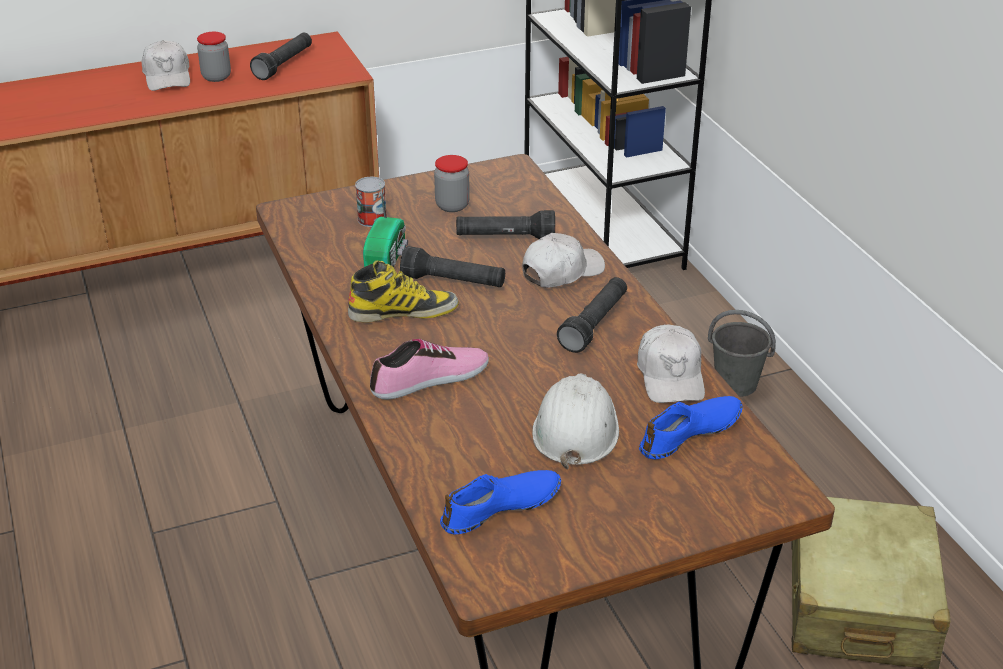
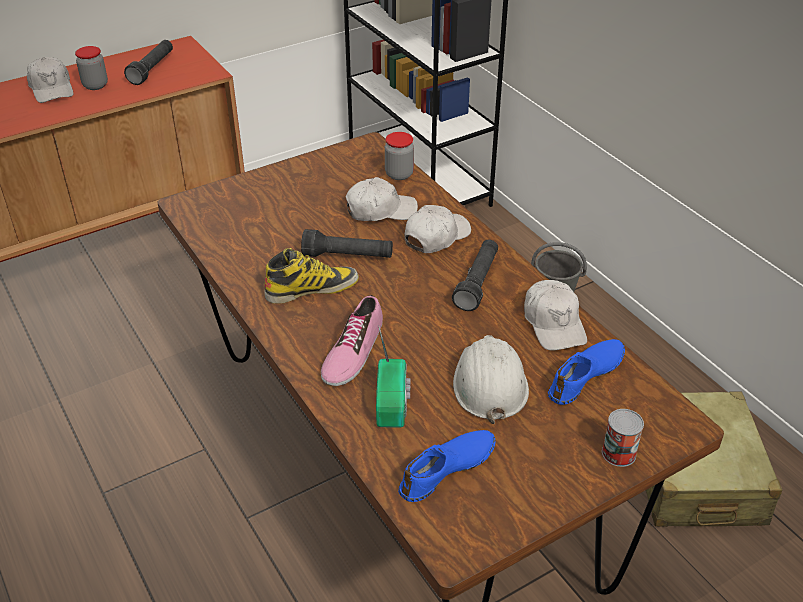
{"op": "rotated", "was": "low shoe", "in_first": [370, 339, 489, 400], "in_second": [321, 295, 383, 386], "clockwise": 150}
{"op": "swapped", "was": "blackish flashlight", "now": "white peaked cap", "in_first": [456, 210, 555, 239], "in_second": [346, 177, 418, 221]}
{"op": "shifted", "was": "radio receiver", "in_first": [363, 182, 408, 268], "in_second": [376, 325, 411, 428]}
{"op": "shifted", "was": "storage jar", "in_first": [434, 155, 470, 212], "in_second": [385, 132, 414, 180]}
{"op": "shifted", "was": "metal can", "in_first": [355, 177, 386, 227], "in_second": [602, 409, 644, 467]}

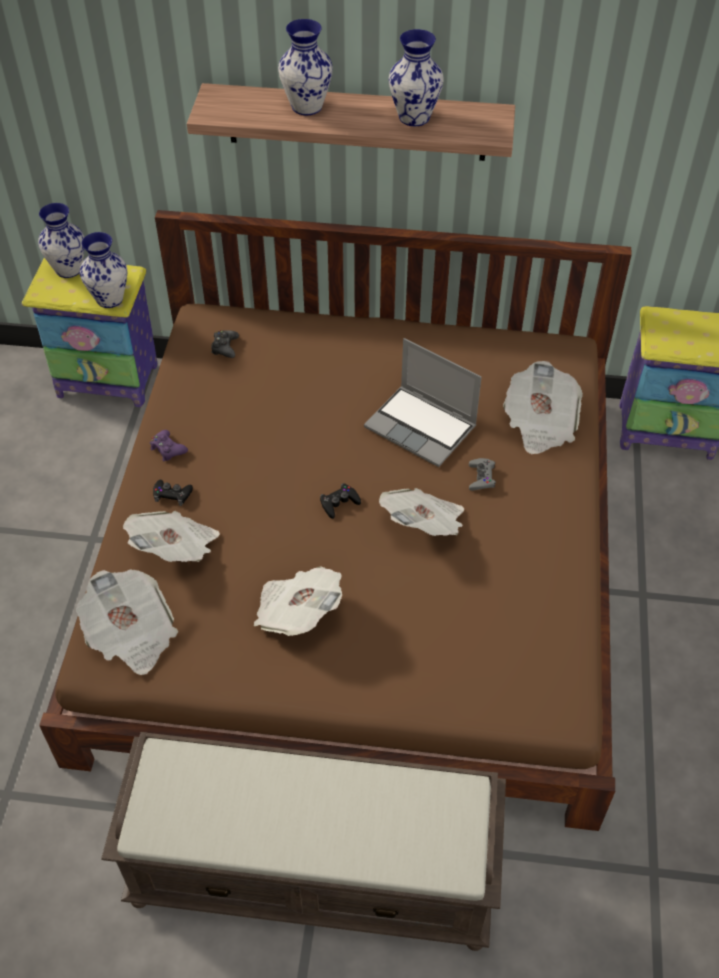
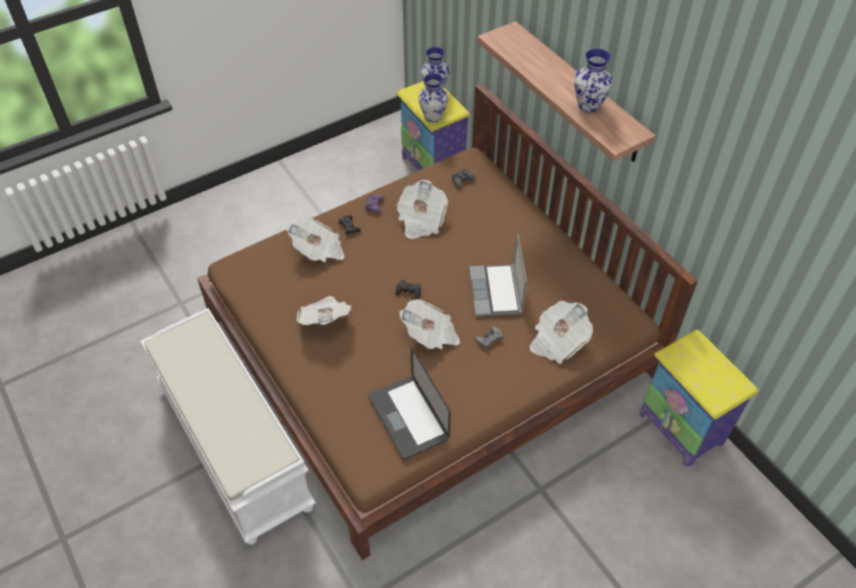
{"op": "repainted", "was": "brown-coloured long seat", "now": "white long seat", "in_first": [101, 732, 506, 951], "in_second": [140, 308, 316, 545]}
{"op": "new", "now": "notebook computer", "in_second": [369, 348, 451, 460]}
{"op": "shifted", "was": "printed paper", "in_first": [76, 569, 178, 675], "in_second": [396, 180, 448, 239]}
{"op": "gone", "was": "decorative vase", "in_first": [278, 19, 333, 115]}

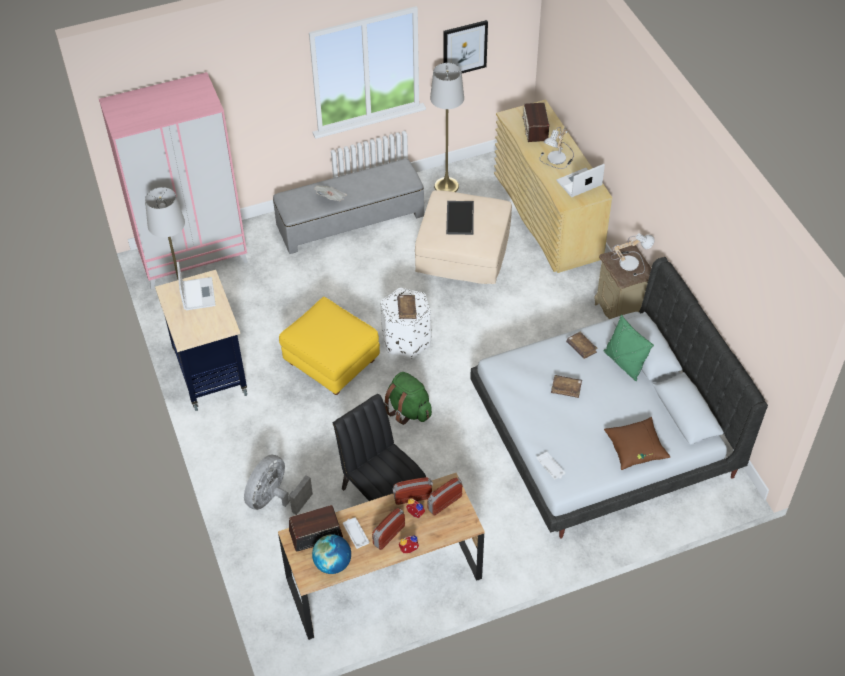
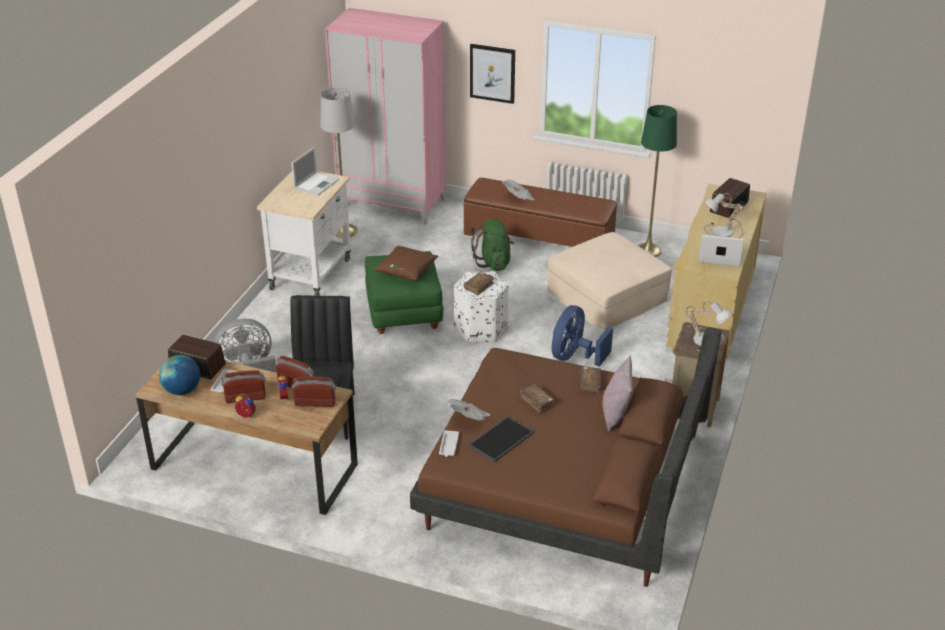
{"op": "repainted", "was": "bluish trolley", "now": "white trolley", "in_first": [155, 270, 247, 411], "in_second": [257, 171, 351, 296]}
{"op": "repainted", "was": "yellow-coloured ottoman", "now": "green ottoman", "in_first": [279, 297, 380, 395], "in_second": [365, 251, 443, 334]}
{"op": "shifted", "was": "brown-coloured throw pillow", "in_first": [604, 417, 670, 470], "in_second": [373, 246, 438, 280]}
{"op": "repainted", "was": "grey sleeping bed", "now": "brown-coloured sleeping bed", "in_first": [471, 257, 768, 538], "in_second": [410, 328, 721, 587]}
{"op": "new", "now": "printed paper", "in_second": [448, 399, 490, 421]}
{"op": "repainted", "was": "grey long seat", "now": "brown-coloured long seat", "in_first": [273, 159, 424, 254], "in_second": [464, 178, 617, 247]}
{"op": "shifted", "was": "tray", "in_first": [446, 201, 474, 235], "in_second": [468, 416, 534, 462]}
{"op": "shifted", "was": "wall picture", "in_first": [443, 20, 488, 73], "in_second": [470, 44, 515, 104]}
{"op": "shifted", "was": "green knapsack", "in_first": [384, 372, 432, 425], "in_second": [471, 219, 514, 271]}
{"op": "new", "now": "bluish fan", "in_second": [552, 305, 613, 367]}
{"op": "repainted", "was": "green throw pillow", "now": "purple throw pillow", "in_first": [603, 315, 654, 381], "in_second": [603, 356, 633, 431]}
{"op": "repainted", "was": "grey standing lamp", "now": "green standing lamp", "in_first": [430, 63, 464, 192], "in_second": [638, 105, 677, 257]}

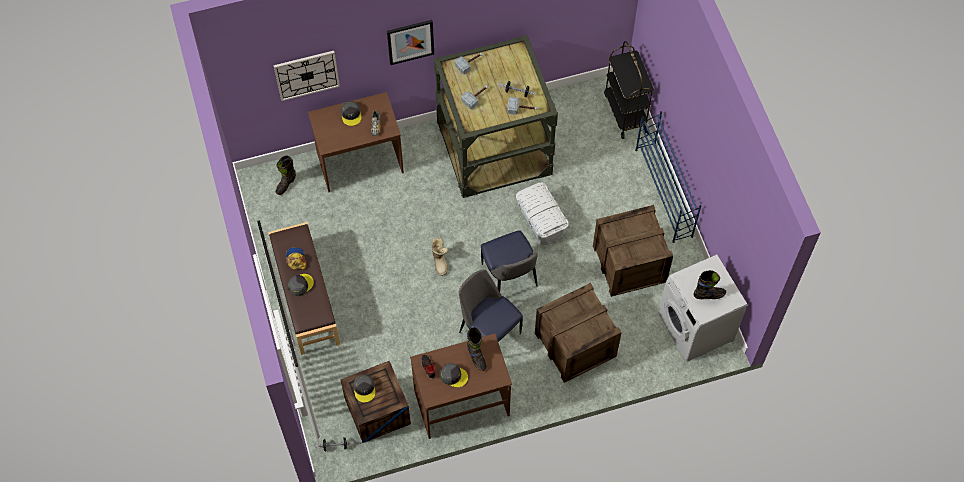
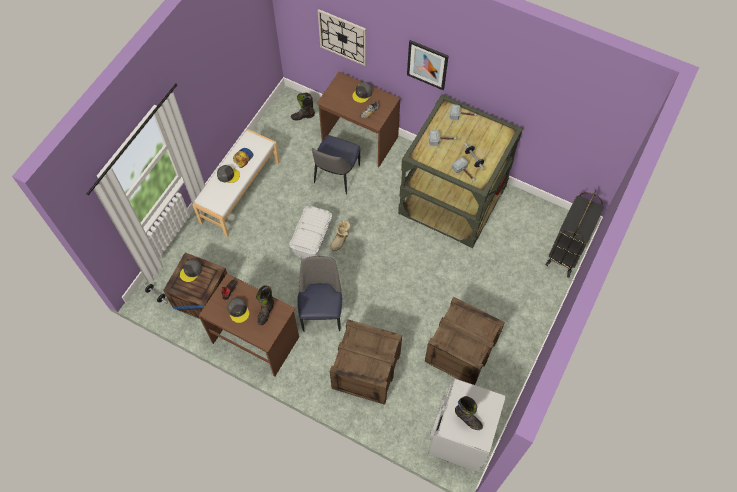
{"op": "repainted", "was": "brown-coloured long seat", "now": "white long seat", "in_first": [268, 222, 340, 355], "in_second": [192, 129, 280, 237]}
{"op": "shifted", "was": "white storage container", "in_first": [516, 182, 568, 245], "in_second": [289, 206, 332, 259]}
{"op": "shifted", "was": "chair", "in_first": [481, 230, 538, 292], "in_second": [312, 135, 360, 195]}
{"op": "gone", "was": "bluish shoe rack", "in_first": [635, 111, 701, 243]}

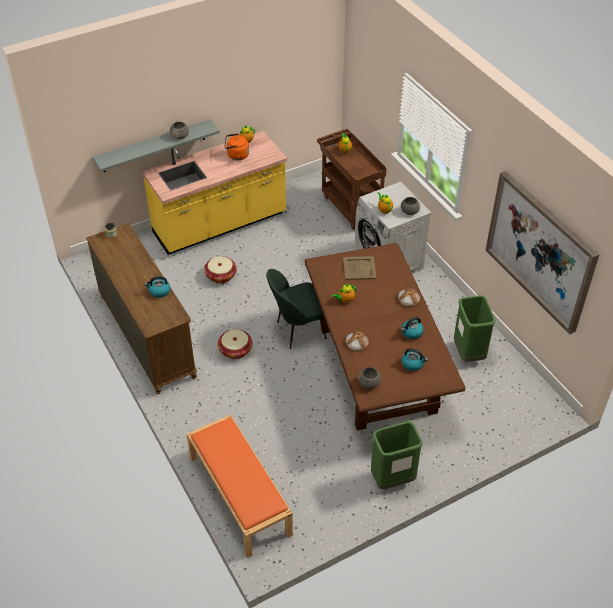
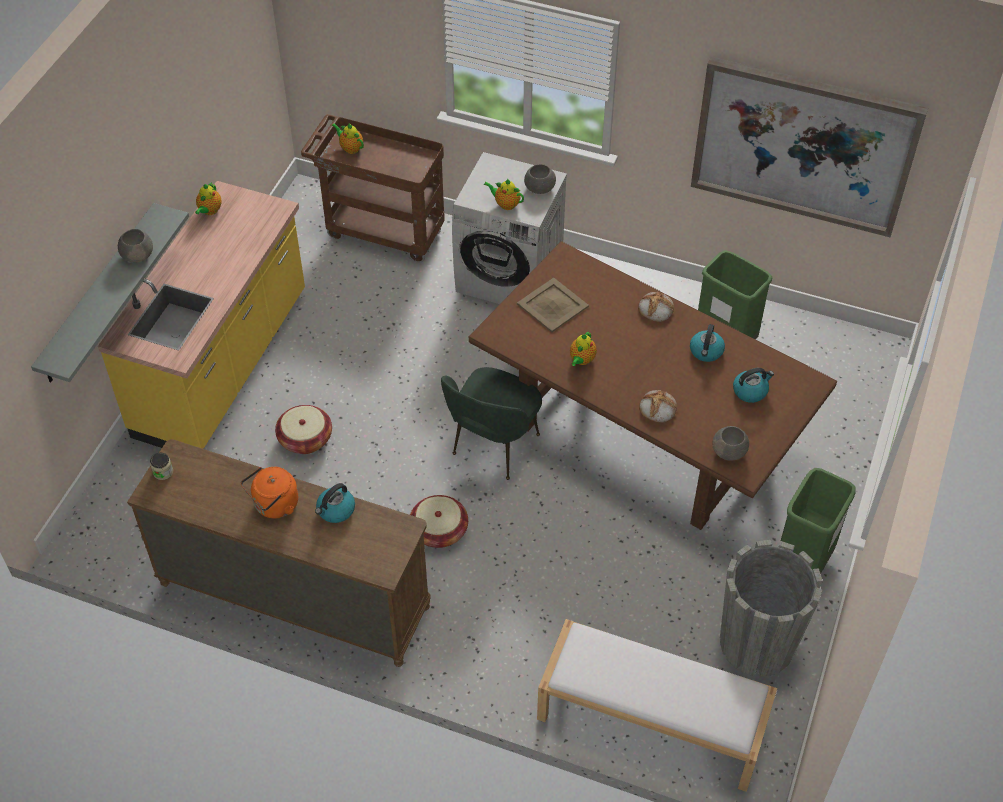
{"op": "shifted", "was": "orange-coloured kettle", "in_first": [225, 133, 249, 160], "in_second": [241, 467, 298, 519]}
{"op": "repainted", "was": "orange-coloured long seat", "now": "white long seat", "in_first": [187, 414, 293, 558], "in_second": [537, 619, 777, 792]}
{"op": "new", "now": "grey planter", "in_second": [720, 540, 823, 677]}

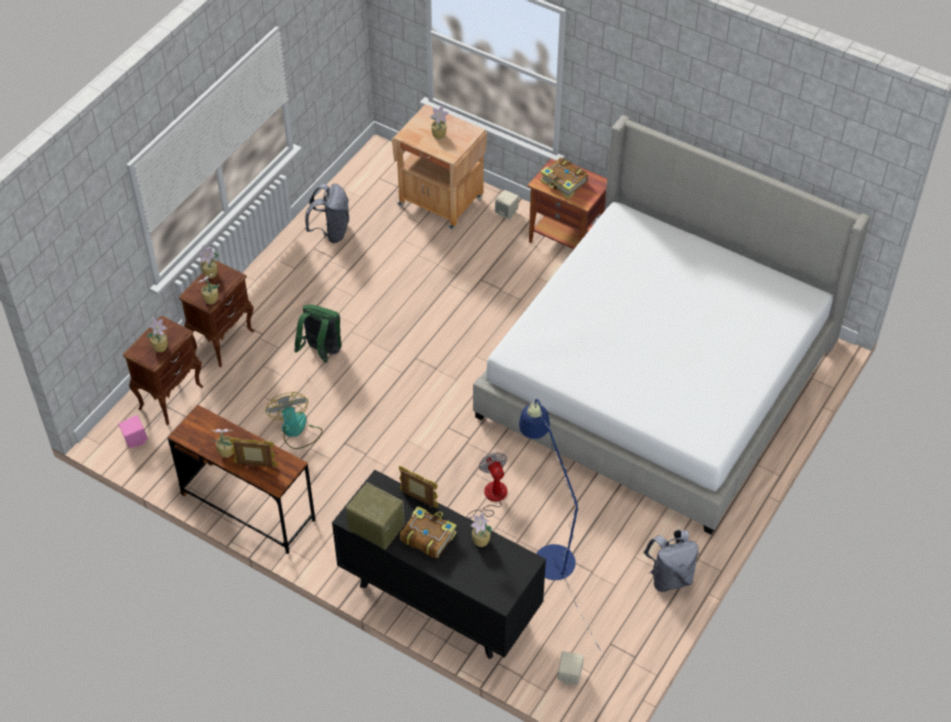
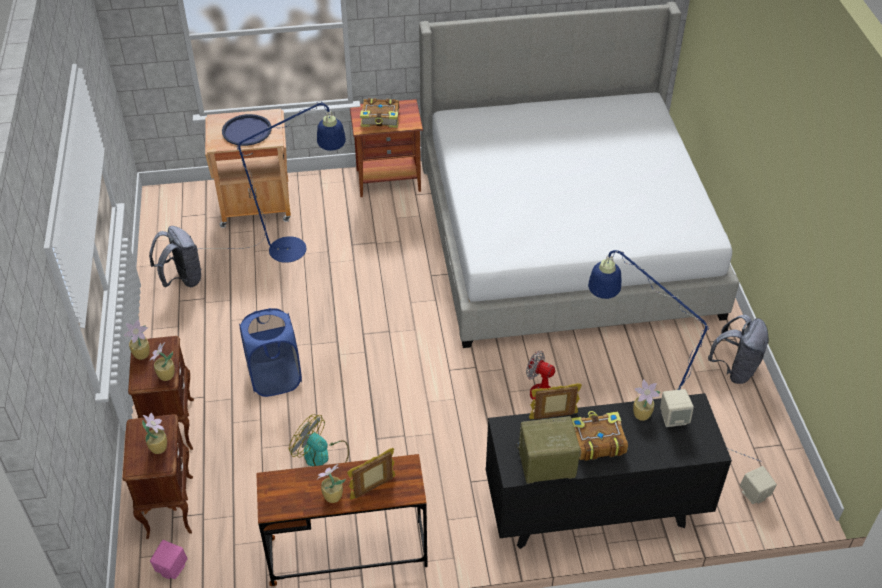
{"op": "new", "now": "bluish standing lamp", "in_second": [197, 101, 346, 263]}
{"op": "swapped", "was": "houseplant", "now": "bluish tray", "in_first": [430, 106, 449, 139], "in_second": [222, 114, 272, 146]}
{"op": "swapped", "was": "green knapsack", "now": "bluish washing basket", "in_first": [294, 305, 342, 363], "in_second": [239, 308, 302, 397]}
{"op": "shifted", "was": "beige loudspeaker", "in_first": [495, 190, 519, 220], "in_second": [660, 389, 694, 427]}

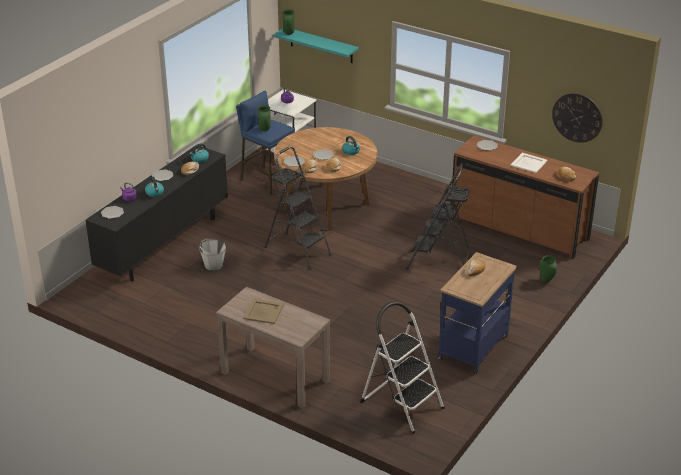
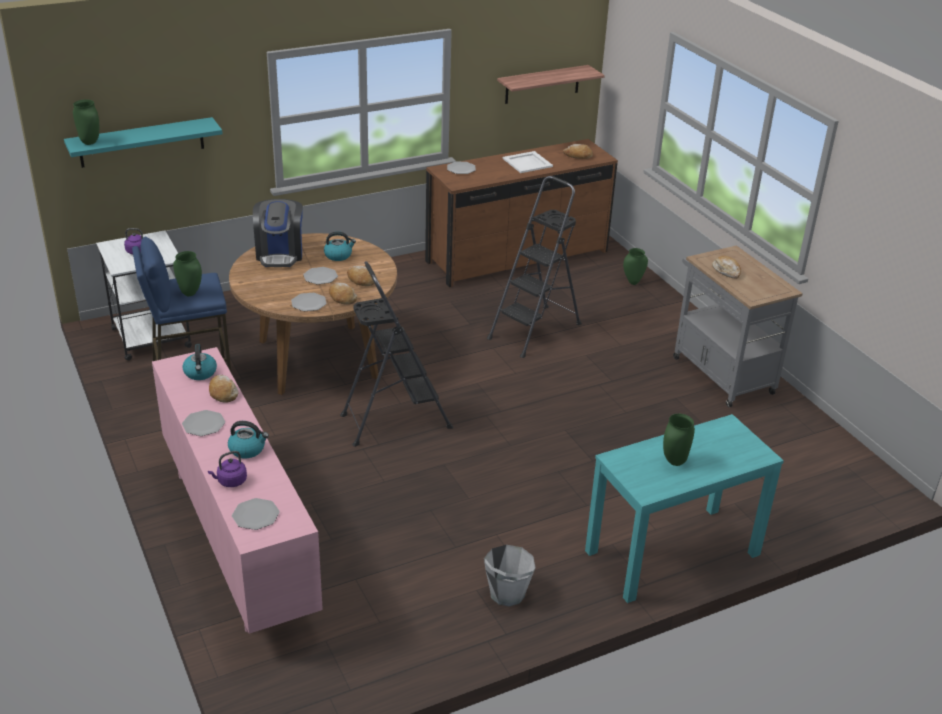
{"op": "repainted", "was": "blackish cupboard", "now": "pinkish cupboard", "in_first": [86, 146, 228, 282], "in_second": [152, 347, 323, 634]}
{"op": "new", "now": "coffee machine", "in_second": [253, 199, 303, 267]}
{"op": "shifted", "was": "grey pail", "in_first": [199, 239, 226, 271], "in_second": [484, 545, 536, 607]}
{"op": "swapped", "was": "hanging clock", "now": "wall shelf", "in_first": [552, 93, 602, 143], "in_second": [497, 65, 605, 104]}
{"op": "repainted", "was": "brown-coloured hall table", "now": "blue-green hall table", "in_first": [216, 287, 330, 409], "in_second": [585, 414, 784, 603]}
{"op": "swapped", "was": "beige tray", "now": "green decorative vase", "in_first": [243, 299, 284, 324], "in_second": [663, 414, 695, 466]}
{"op": "repainted", "was": "bluish trolley", "now": "grey trolley", "in_first": [438, 252, 517, 374], "in_second": [673, 245, 803, 407]}
{"op": "gone", "was": "step stool", "in_first": [360, 302, 445, 434]}

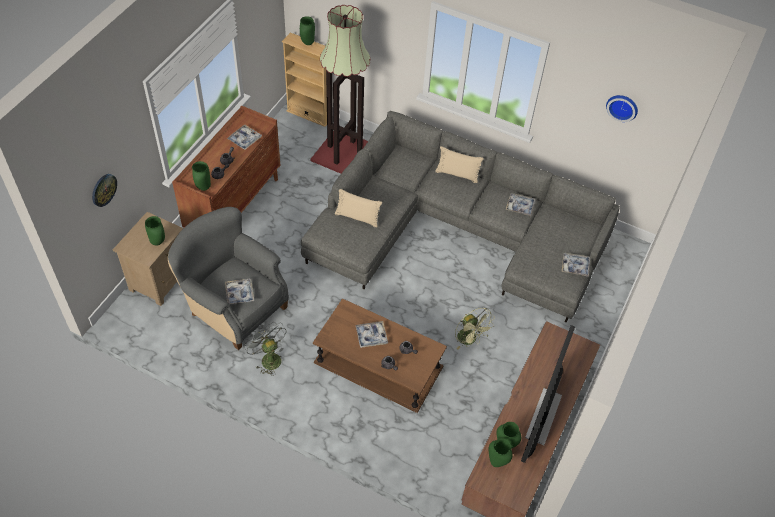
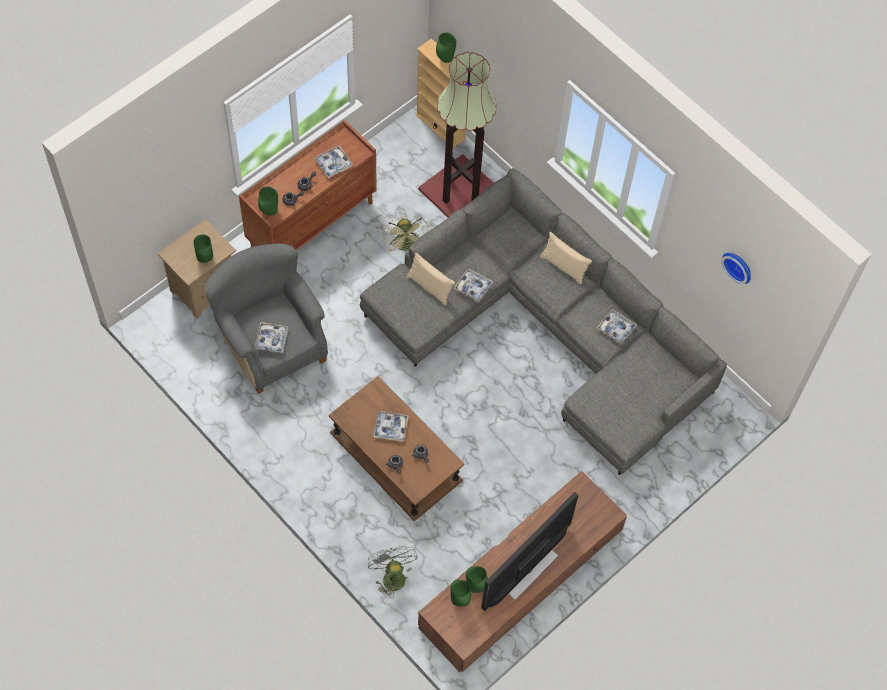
{"op": "shifted", "was": "grey fan", "in_first": [244, 322, 287, 376], "in_second": [368, 546, 418, 598]}
{"op": "shifted", "was": "green fan", "in_first": [455, 308, 495, 350], "in_second": [383, 216, 428, 252]}
{"op": "shifted", "was": "tray", "in_first": [562, 253, 590, 277], "in_second": [454, 269, 493, 302]}
{"op": "gone", "was": "hanging clock", "in_first": [92, 174, 117, 207]}

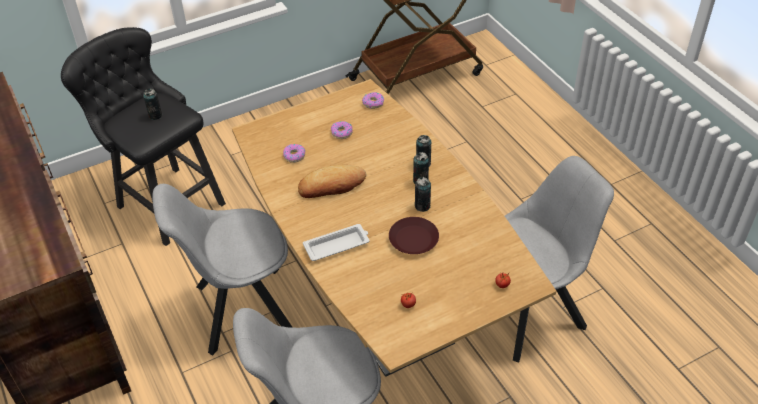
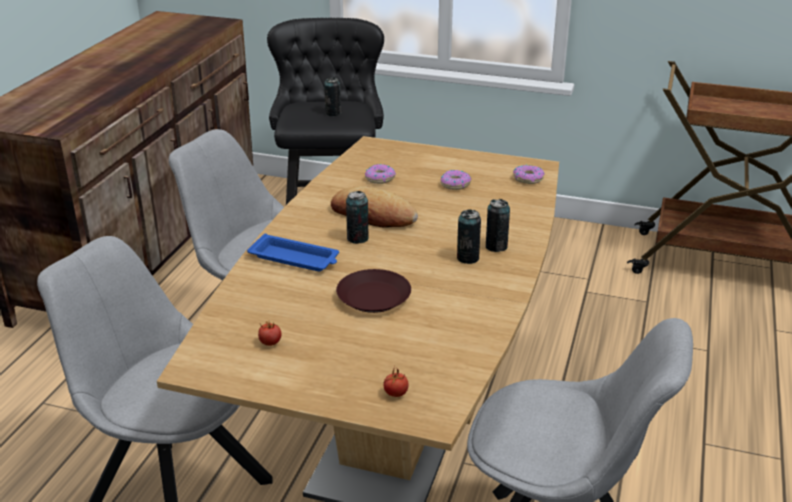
{"op": "repainted", "was": "white tray", "now": "bluish tray", "in_first": [303, 224, 369, 261], "in_second": [247, 233, 339, 271]}
{"op": "shifted", "was": "metal can", "in_first": [415, 177, 431, 212], "in_second": [346, 191, 369, 244]}

